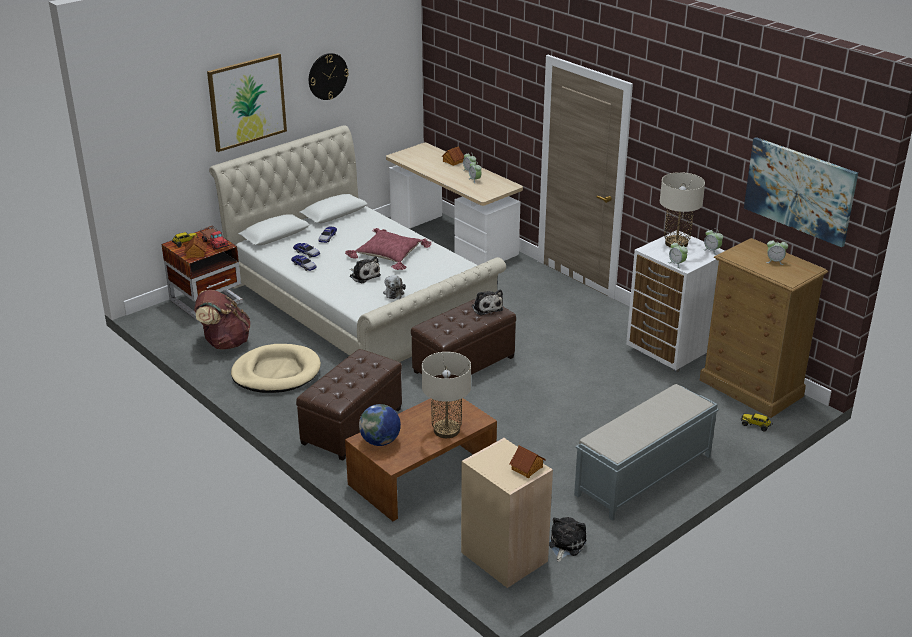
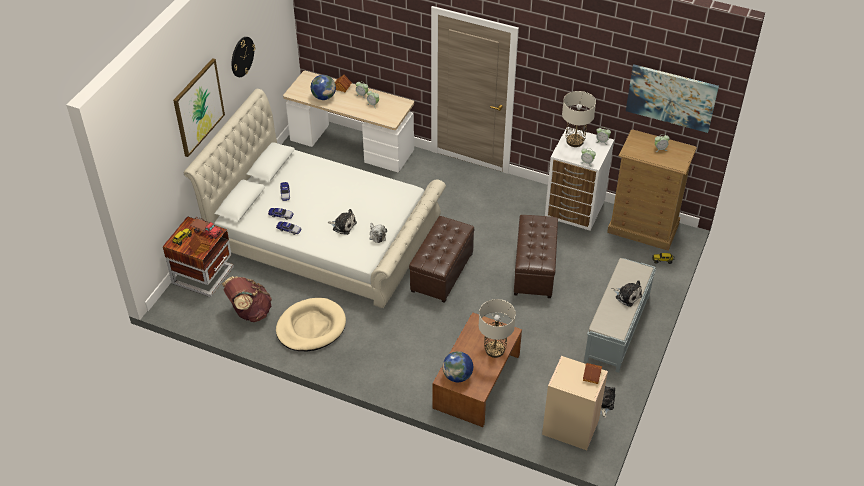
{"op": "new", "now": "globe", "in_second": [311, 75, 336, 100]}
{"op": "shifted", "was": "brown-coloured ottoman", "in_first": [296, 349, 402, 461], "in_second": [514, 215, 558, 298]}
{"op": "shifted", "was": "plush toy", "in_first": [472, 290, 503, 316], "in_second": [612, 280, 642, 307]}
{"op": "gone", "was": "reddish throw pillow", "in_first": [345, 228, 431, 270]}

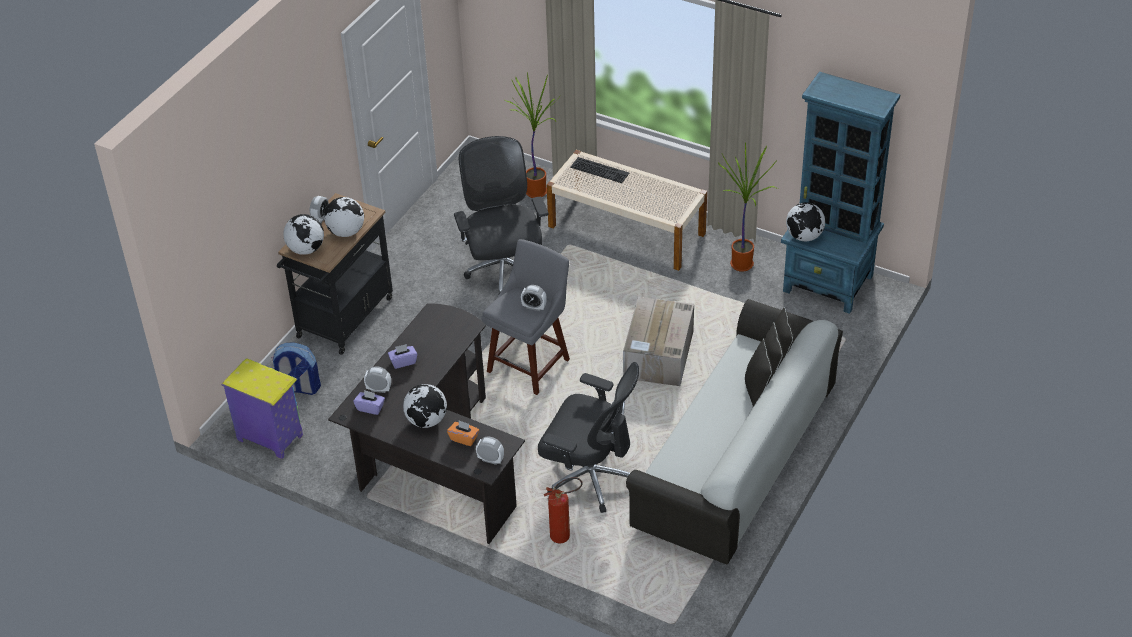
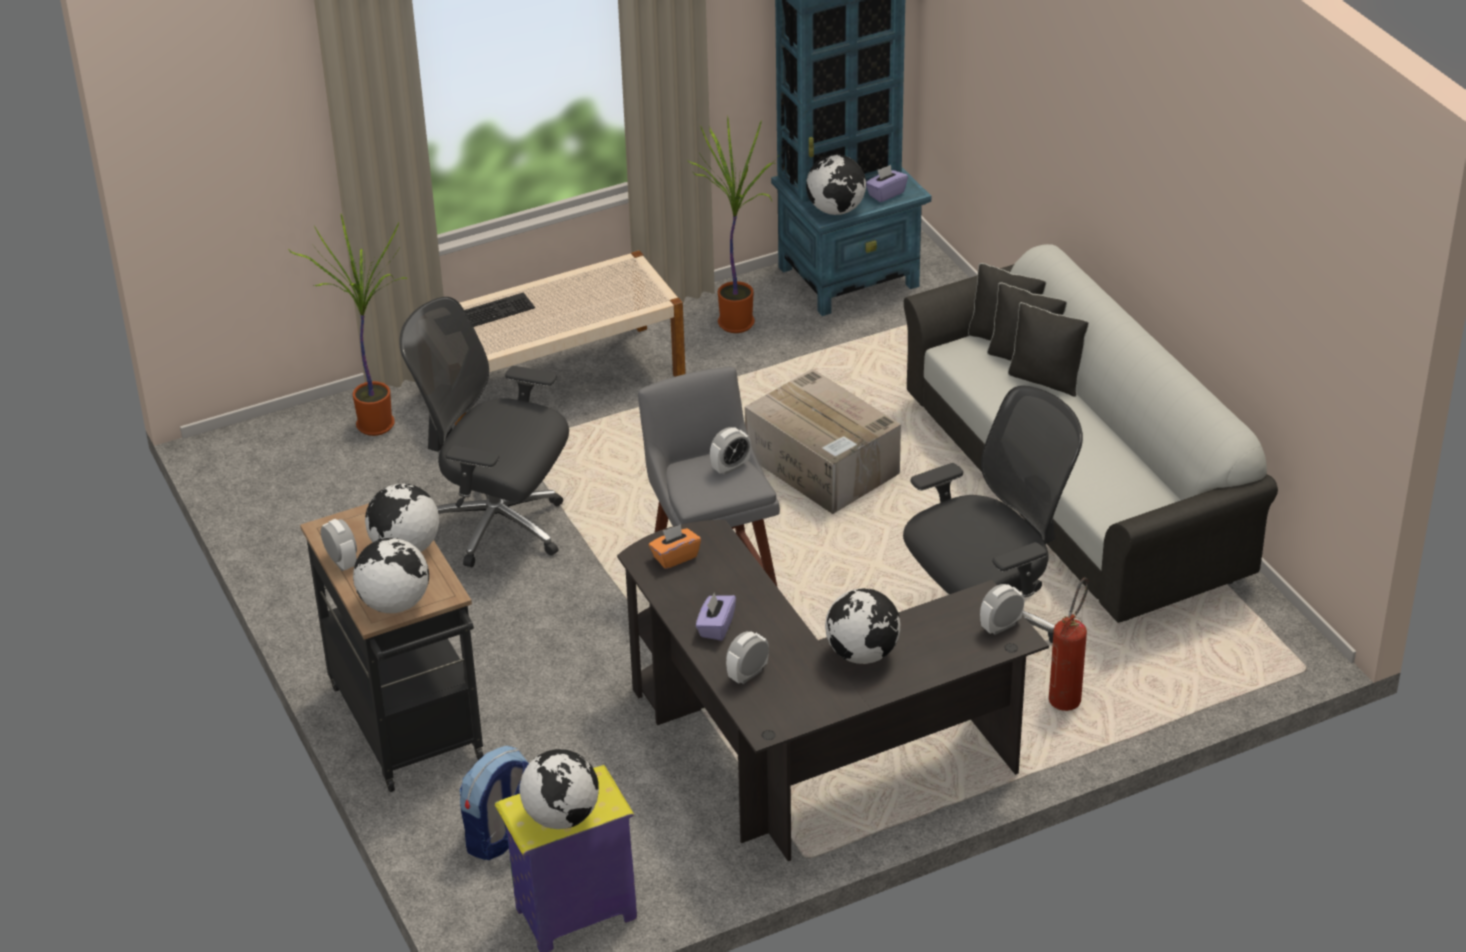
{"op": "new", "now": "globe", "in_second": [520, 749, 599, 829]}
{"op": "shifted", "was": "orange-coloured box of tissues", "in_first": [447, 420, 479, 446], "in_second": [649, 524, 701, 569]}
{"op": "shifted", "was": "purple box of tissues", "in_first": [353, 390, 385, 415], "in_second": [866, 165, 908, 202]}

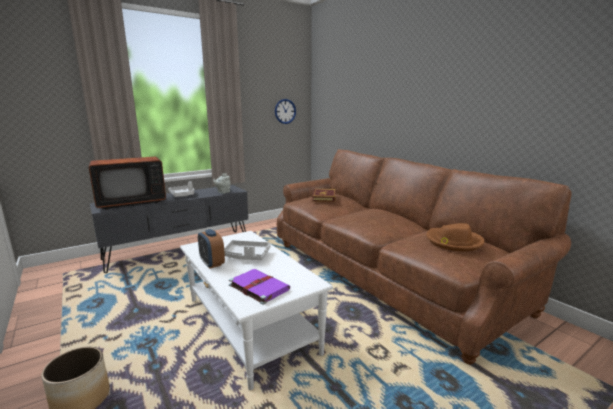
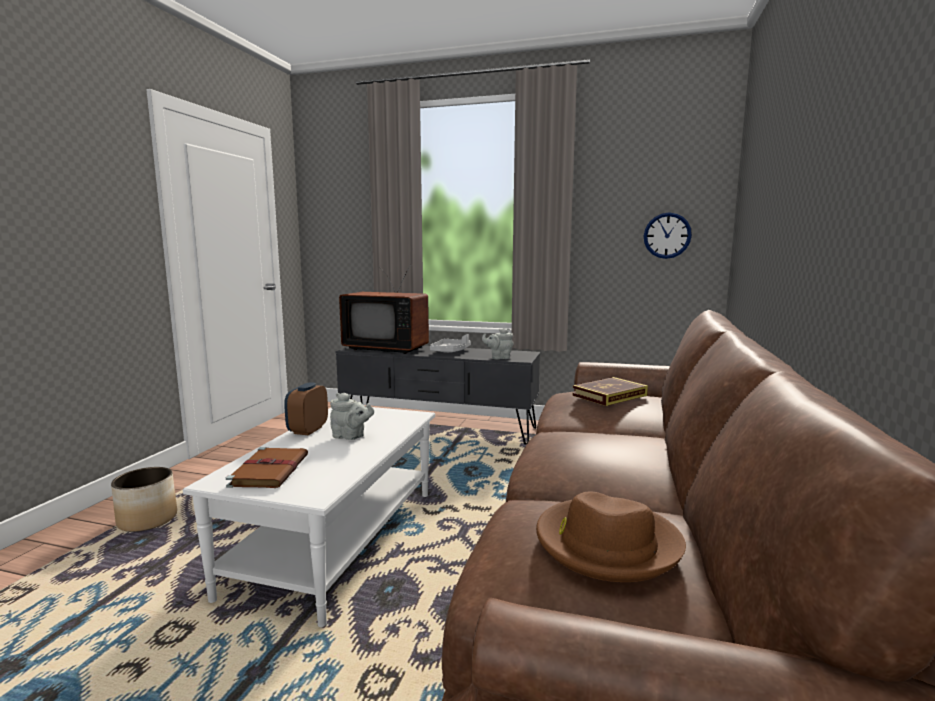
{"op": "repainted", "was": "purple book", "now": "brown-coloured book", "in_first": [229, 269, 290, 305], "in_second": [226, 447, 308, 488]}
{"op": "swapped", "was": "grey tray", "now": "grey pot for tea", "in_first": [224, 240, 270, 260], "in_second": [330, 393, 374, 440]}

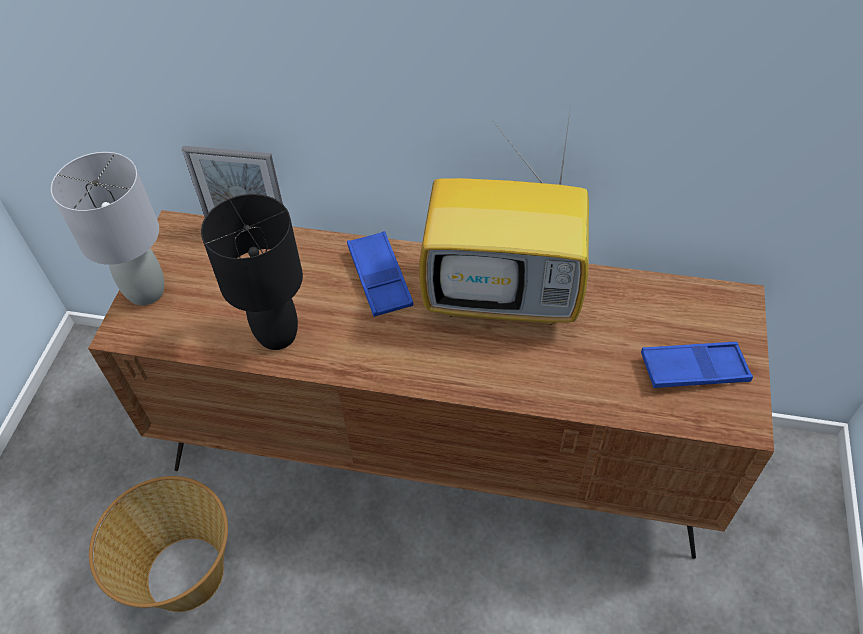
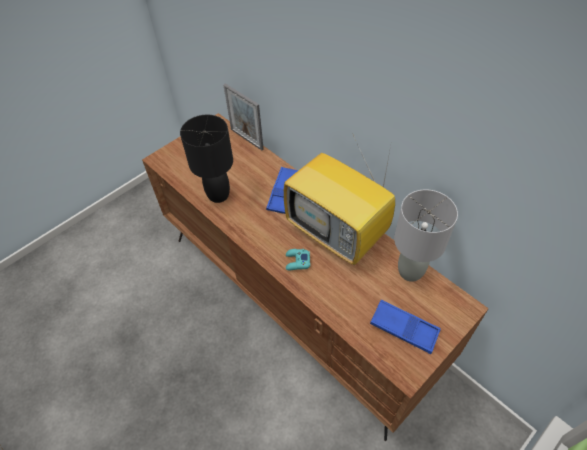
{"op": "new", "now": "blue-green joypad", "in_second": [286, 249, 310, 270]}
{"op": "shifted", "was": "grey table lamp", "in_first": [51, 152, 164, 305], "in_second": [394, 190, 458, 282]}
{"op": "gone", "was": "storage basket", "in_first": [89, 476, 228, 612]}

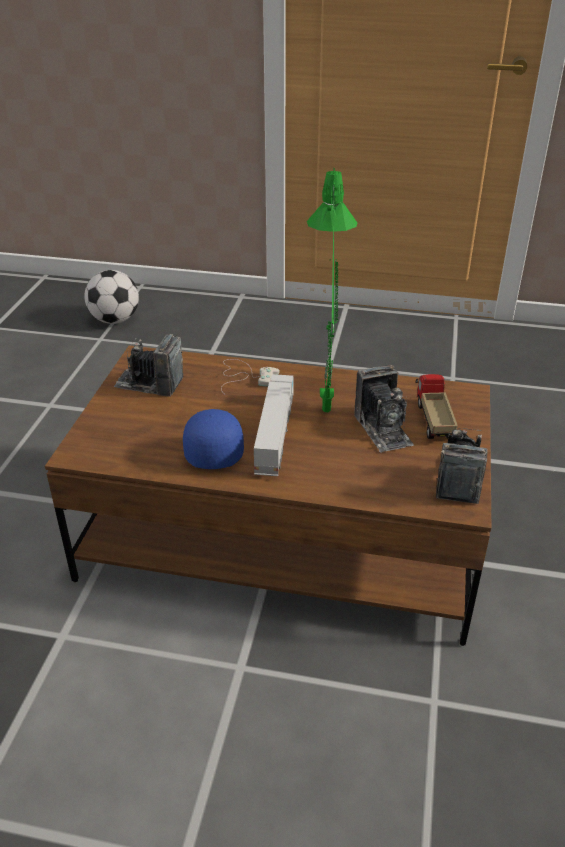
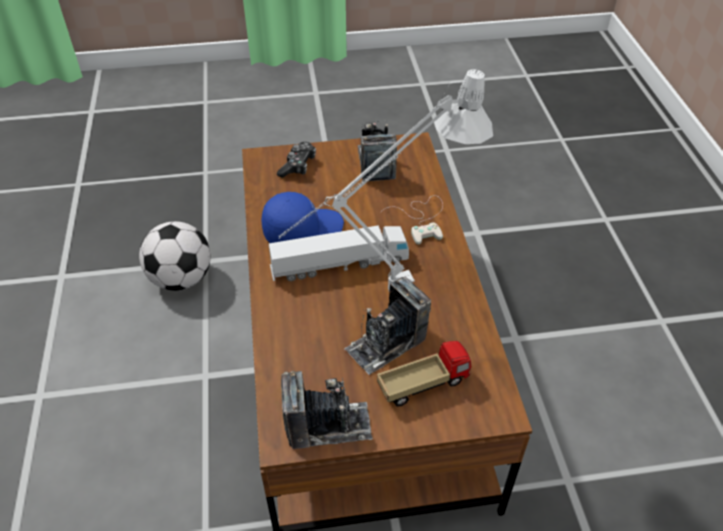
{"op": "shifted", "was": "football ball", "in_first": [84, 270, 139, 324], "in_second": [139, 221, 211, 291]}
{"op": "new", "now": "joypad", "in_second": [277, 142, 316, 178]}
{"op": "repainted", "was": "green table lamp", "now": "grey table lamp", "in_first": [307, 168, 357, 412], "in_second": [279, 69, 493, 292]}

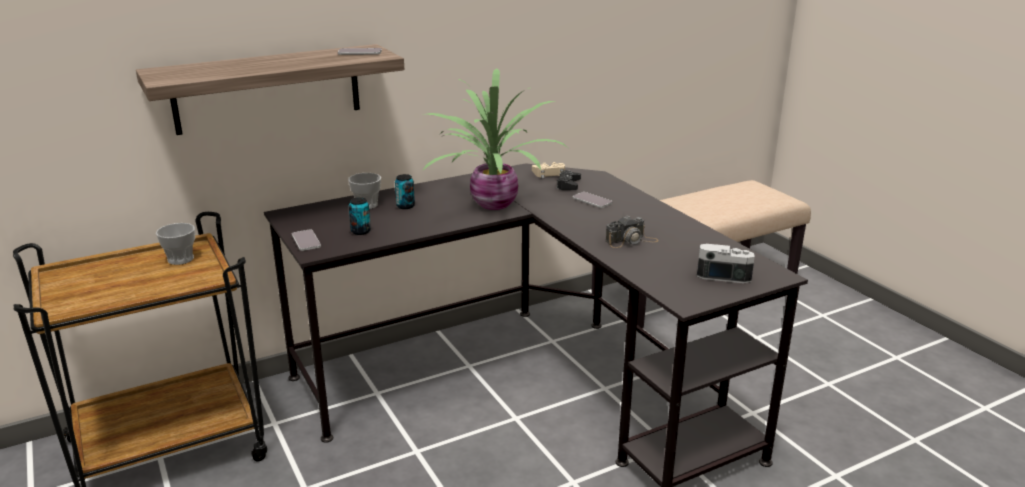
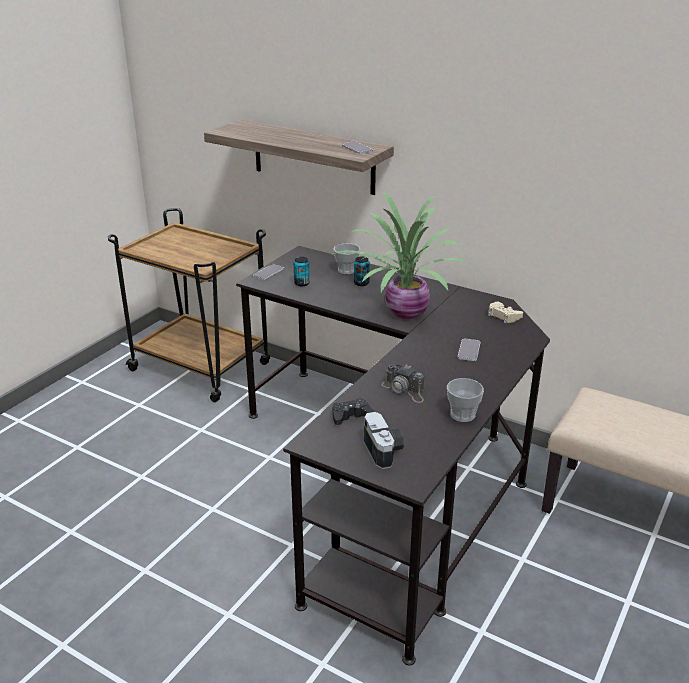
{"op": "shifted", "was": "blackish joypad", "in_first": [556, 170, 581, 190], "in_second": [332, 398, 374, 425]}
{"op": "shifted", "was": "cup", "in_first": [156, 223, 195, 265], "in_second": [447, 378, 484, 422]}

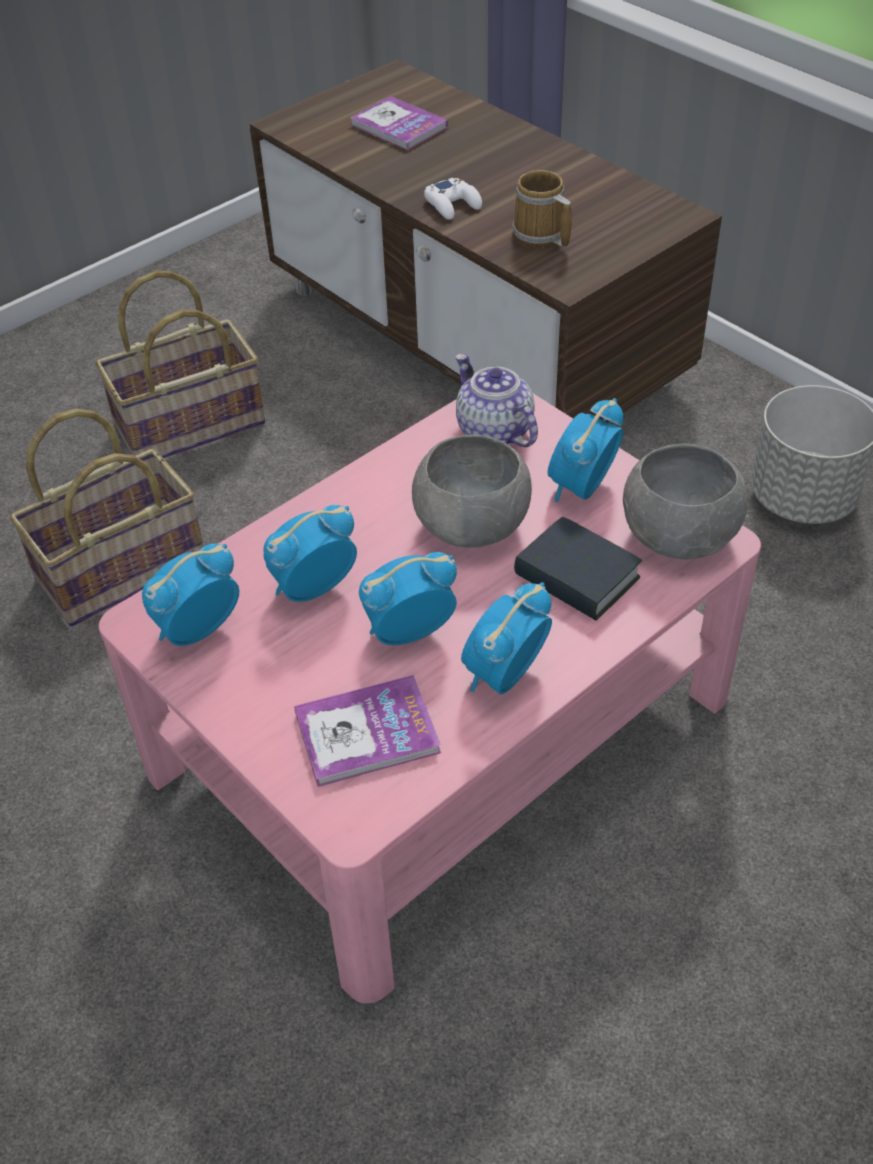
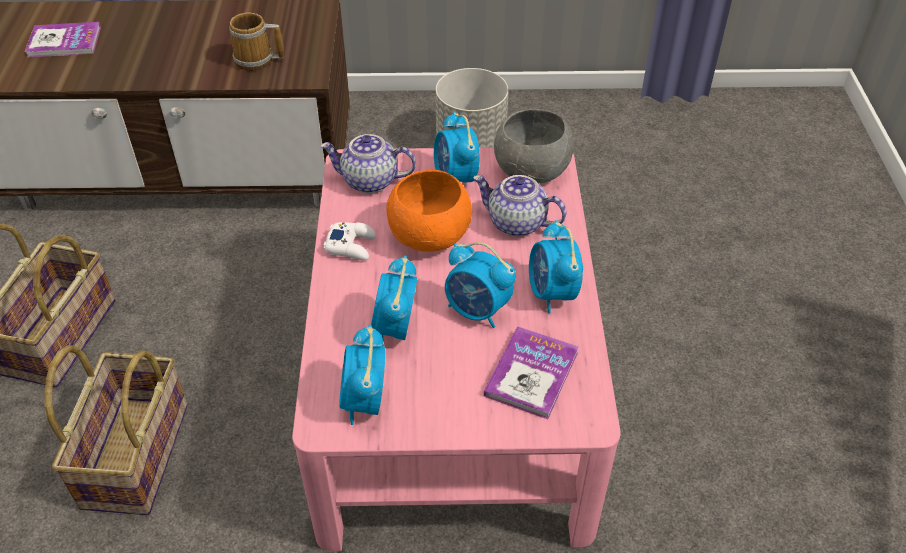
{"op": "shifted", "was": "white joypad", "in_first": [424, 178, 482, 220], "in_second": [323, 222, 376, 261]}
{"op": "repainted", "was": "grey serving bowl", "now": "orange-coloured serving bowl", "in_first": [412, 434, 532, 548], "in_second": [386, 170, 472, 252]}
{"op": "rotated", "was": "table clock", "in_first": [359, 552, 457, 645], "in_second": [445, 242, 516, 328], "clockwise": -75}
{"op": "swapped", "was": "book", "now": "pot for tea", "in_first": [514, 516, 642, 621], "in_second": [473, 175, 566, 237]}

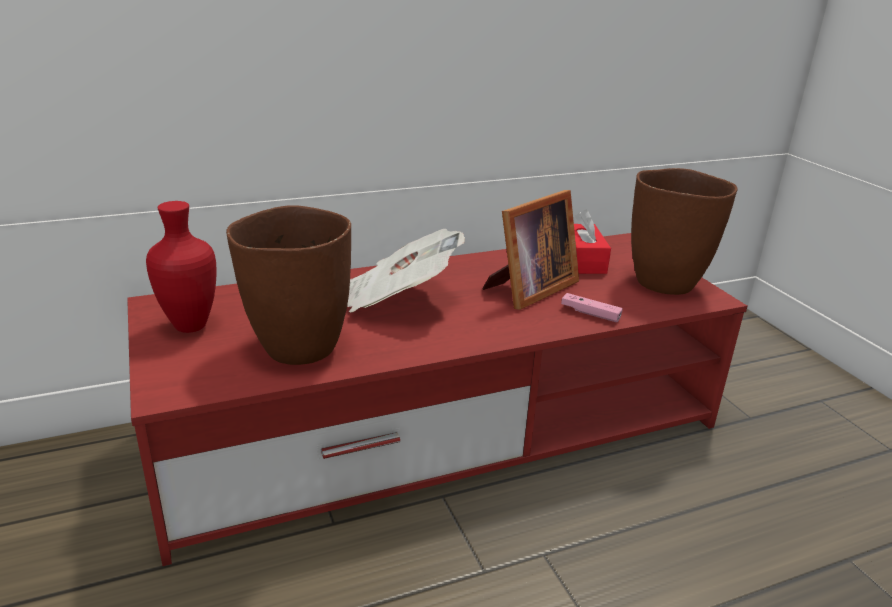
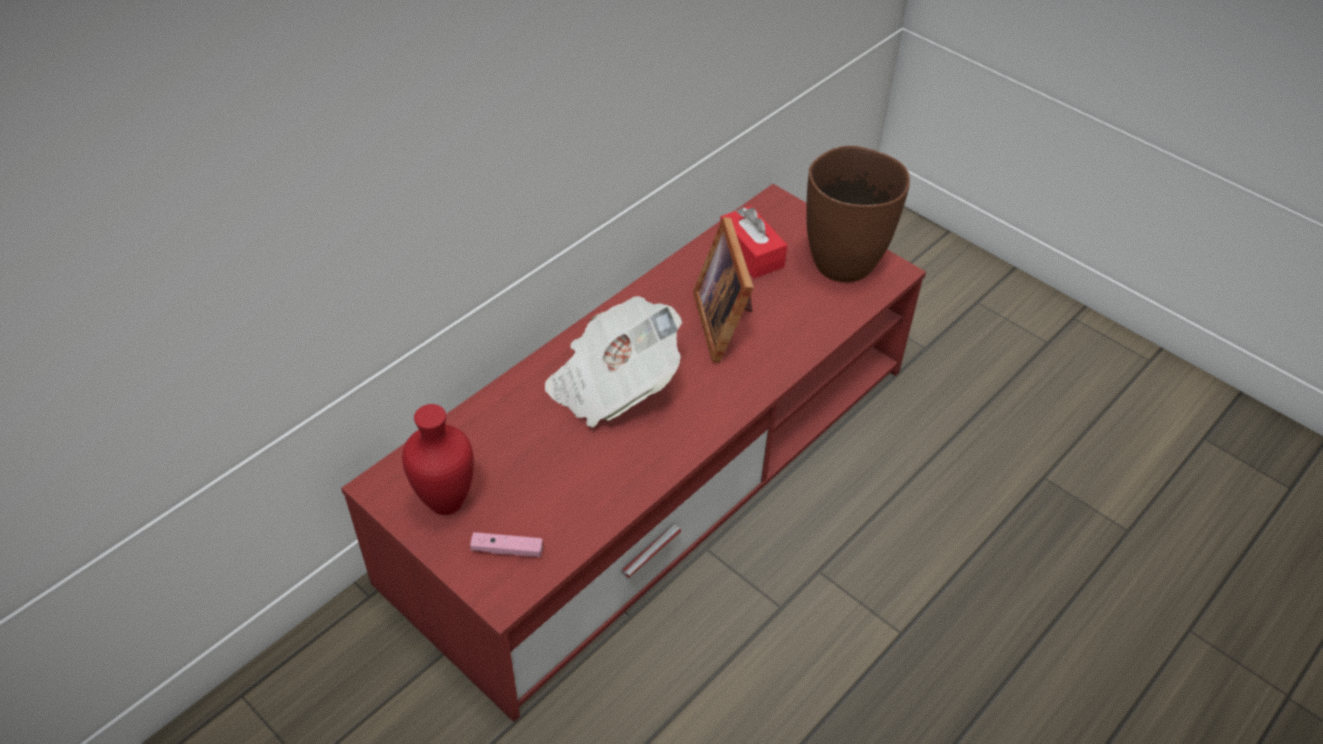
{"op": "shifted", "was": "pinkish joypad", "in_first": [561, 293, 623, 322], "in_second": [470, 532, 543, 557]}
{"op": "rotated", "was": "standing frame", "in_first": [482, 190, 579, 310], "in_second": [693, 217, 754, 363], "clockwise": 150}
{"op": "gone", "was": "brown-coloured decorative vase", "in_first": [226, 205, 351, 365]}

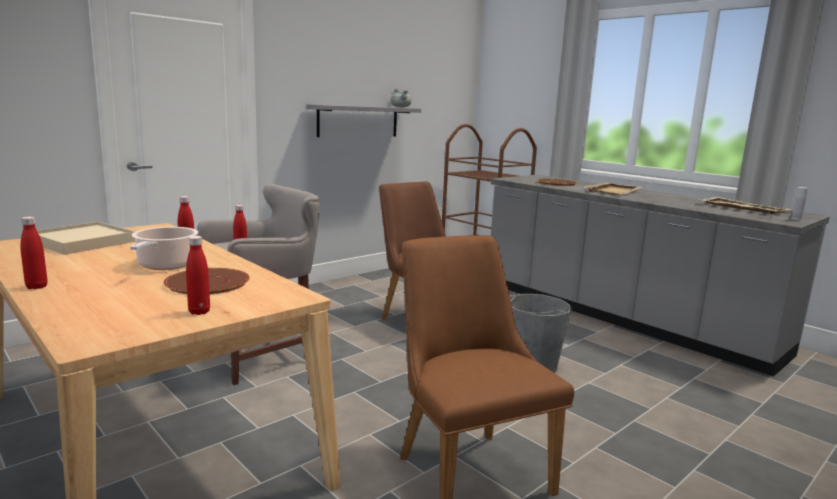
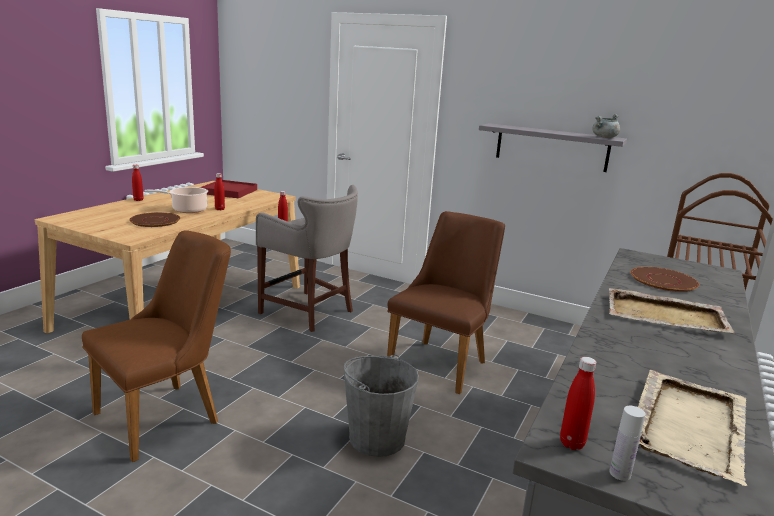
{"op": "repainted", "was": "beige tray", "now": "reddish tray", "in_first": [37, 222, 135, 255], "in_second": [200, 180, 257, 198]}
{"op": "shifted", "was": "reddish drink bottle", "in_first": [186, 236, 210, 315], "in_second": [560, 357, 596, 450]}

